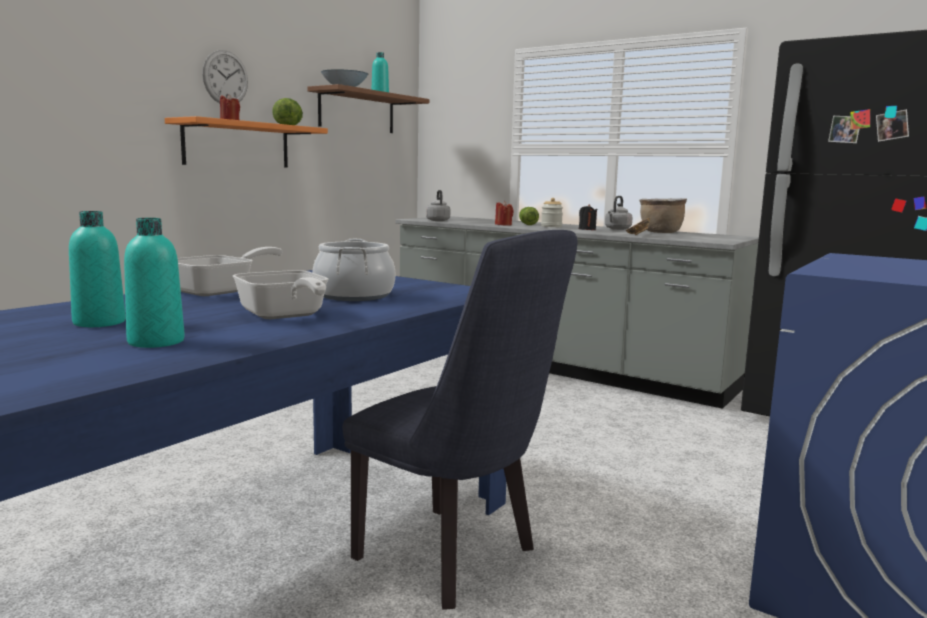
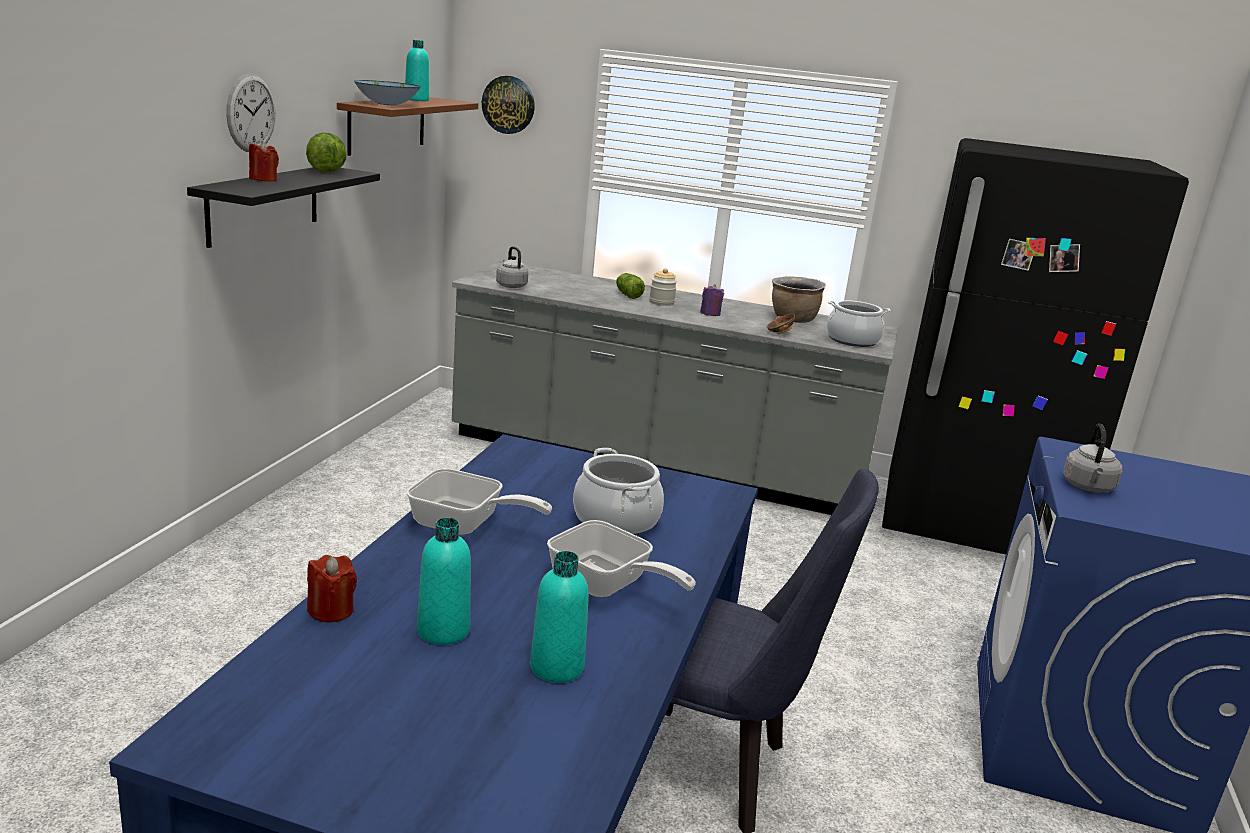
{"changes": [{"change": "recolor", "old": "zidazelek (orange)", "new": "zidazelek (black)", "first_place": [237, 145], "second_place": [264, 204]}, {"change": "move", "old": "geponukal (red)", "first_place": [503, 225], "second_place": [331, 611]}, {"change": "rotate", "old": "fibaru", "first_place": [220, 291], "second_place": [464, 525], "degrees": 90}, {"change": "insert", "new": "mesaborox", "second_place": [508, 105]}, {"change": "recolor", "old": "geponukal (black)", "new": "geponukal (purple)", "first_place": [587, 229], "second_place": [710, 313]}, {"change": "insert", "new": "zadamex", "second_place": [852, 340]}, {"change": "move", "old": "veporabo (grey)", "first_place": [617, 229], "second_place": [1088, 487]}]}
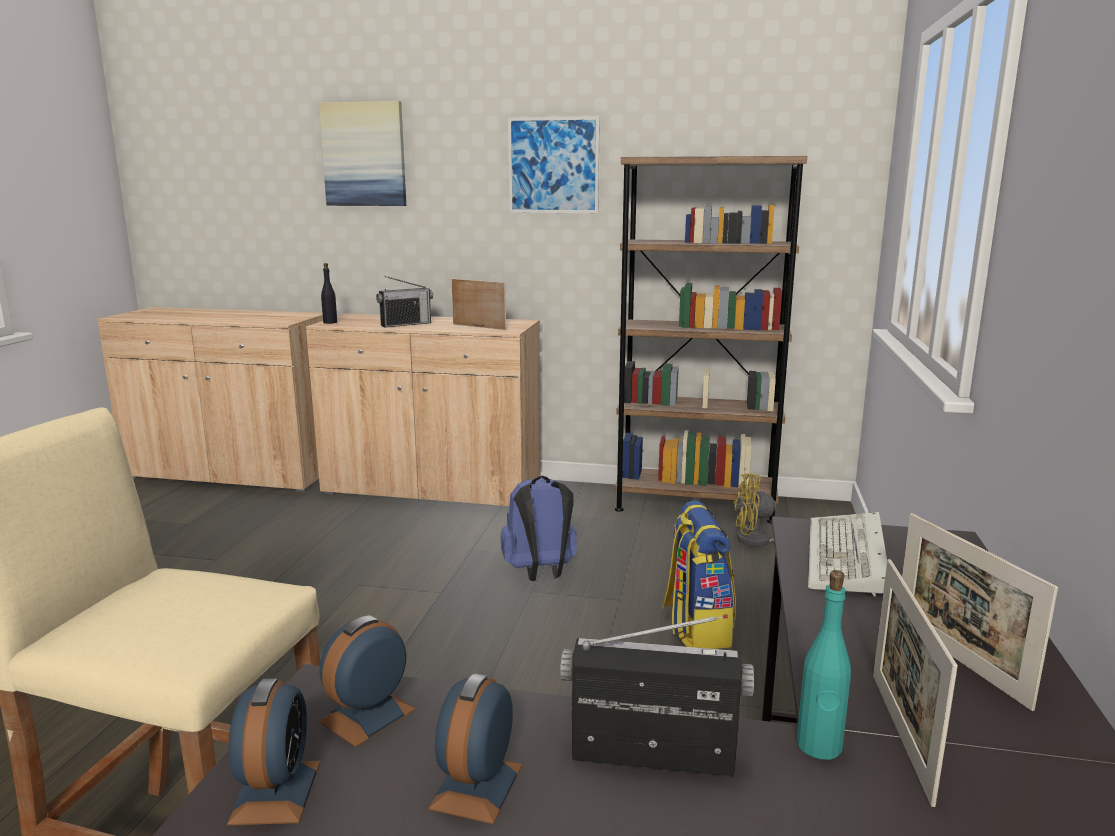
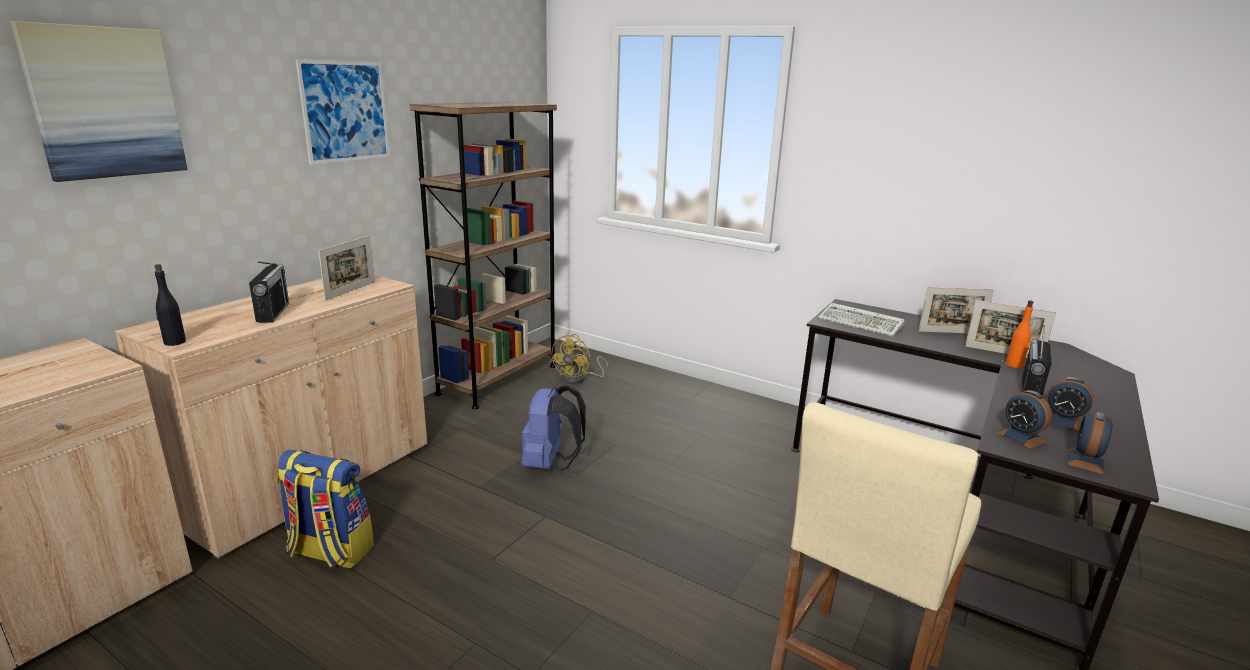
{"changes": [{"change": "move", "old": "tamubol", "first_place": [696, 627], "second_place": [329, 551]}, {"change": "rotate", "old": "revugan", "first_place": [479, 327], "second_place": [350, 291], "degrees": 150}, {"change": "recolor", "old": "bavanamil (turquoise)", "new": "bavanamil (orange)", "first_place": [819, 746], "second_place": [1014, 365]}, {"change": "rotate", "old": "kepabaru", "first_place": [276, 792], "second_place": [1085, 461], "degrees": -75}]}
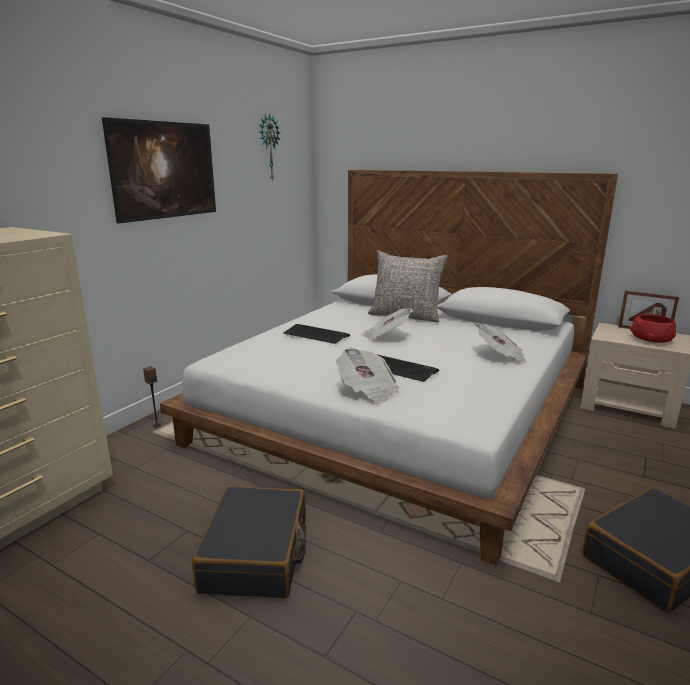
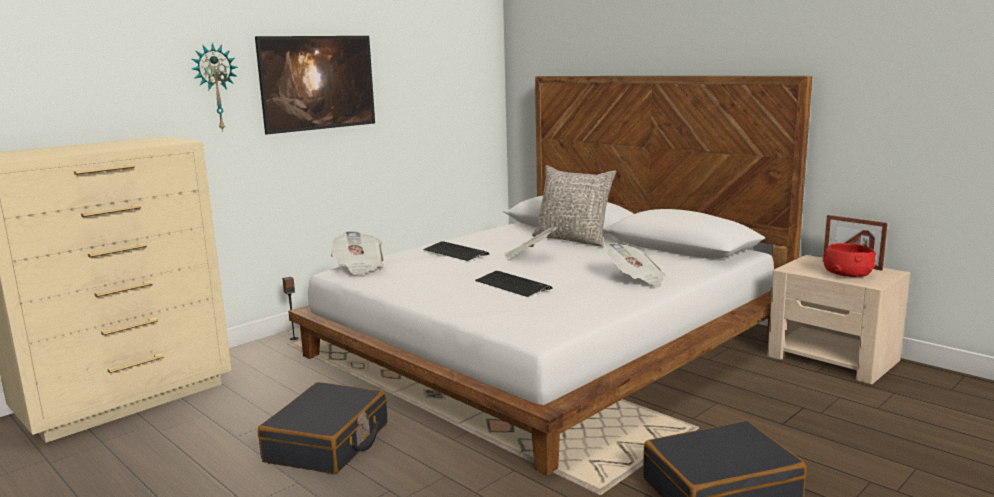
{"changes": [{"change": "move", "old": "mesaborox", "first_place": [268, 147], "second_place": [215, 87]}, {"change": "move", "old": "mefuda", "first_place": [367, 390], "second_place": [359, 267]}]}
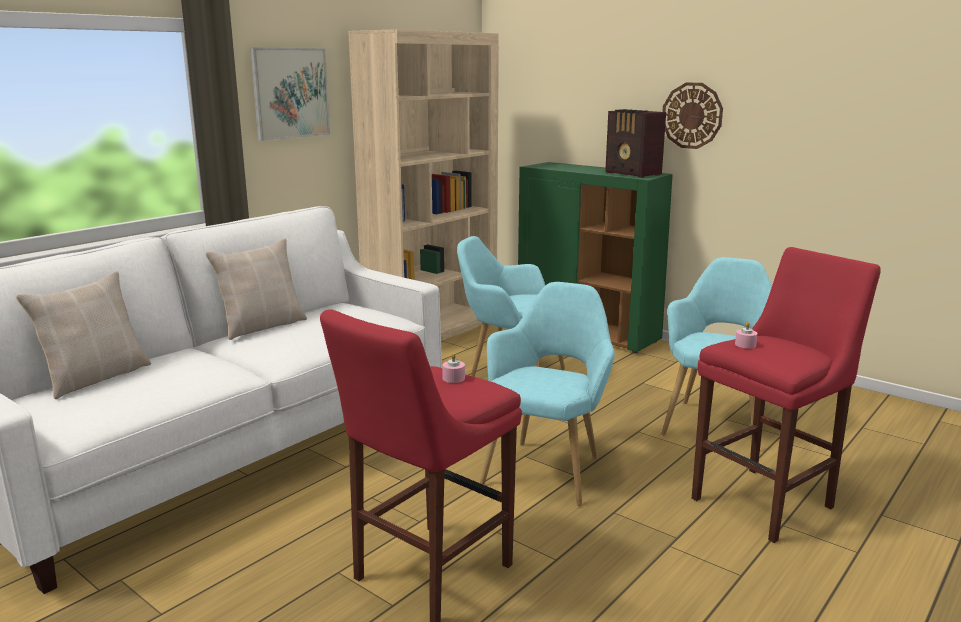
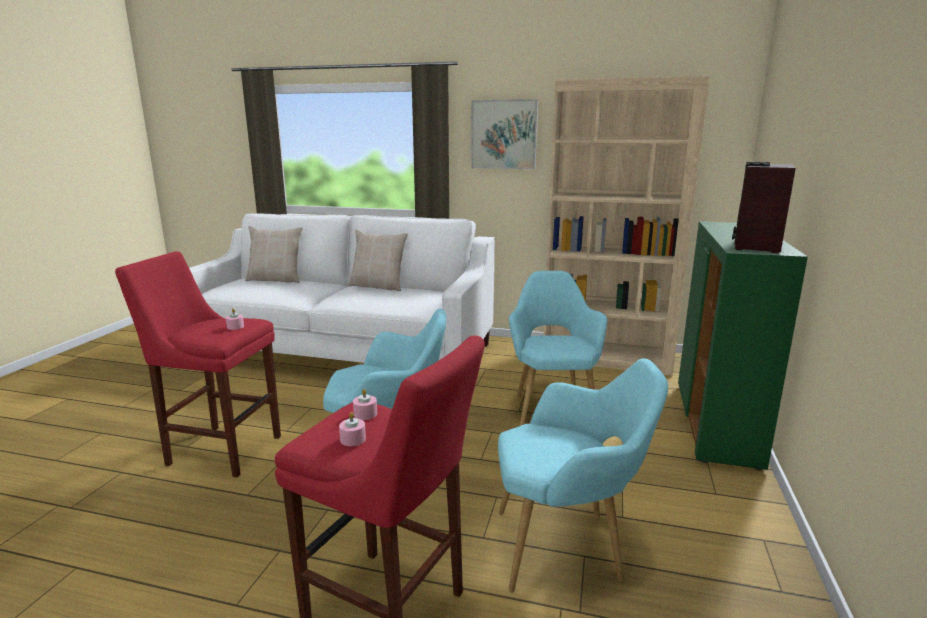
{"changes": [{"change": "insert", "new": "geponukal (pink)", "second_place": [353, 439]}, {"change": "delete", "old": "mesaborox", "first_place": [692, 115]}]}
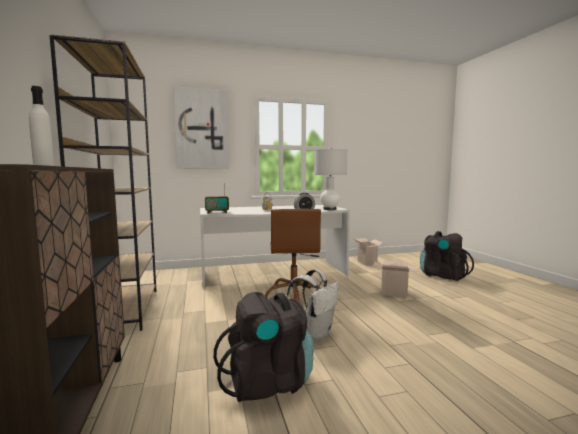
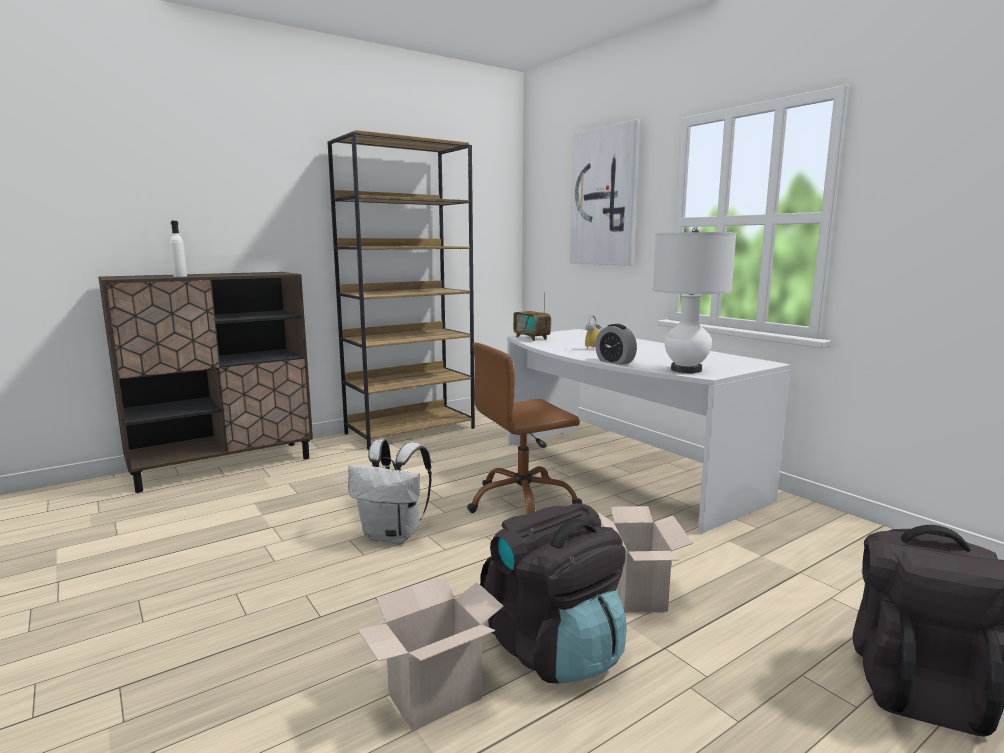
{"changes": [{"change": "move", "old": "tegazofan", "first_place": [367, 262], "second_place": [434, 699]}, {"change": "move", "old": "tamubol (black)", "first_place": [268, 382], "second_place": [554, 648]}]}
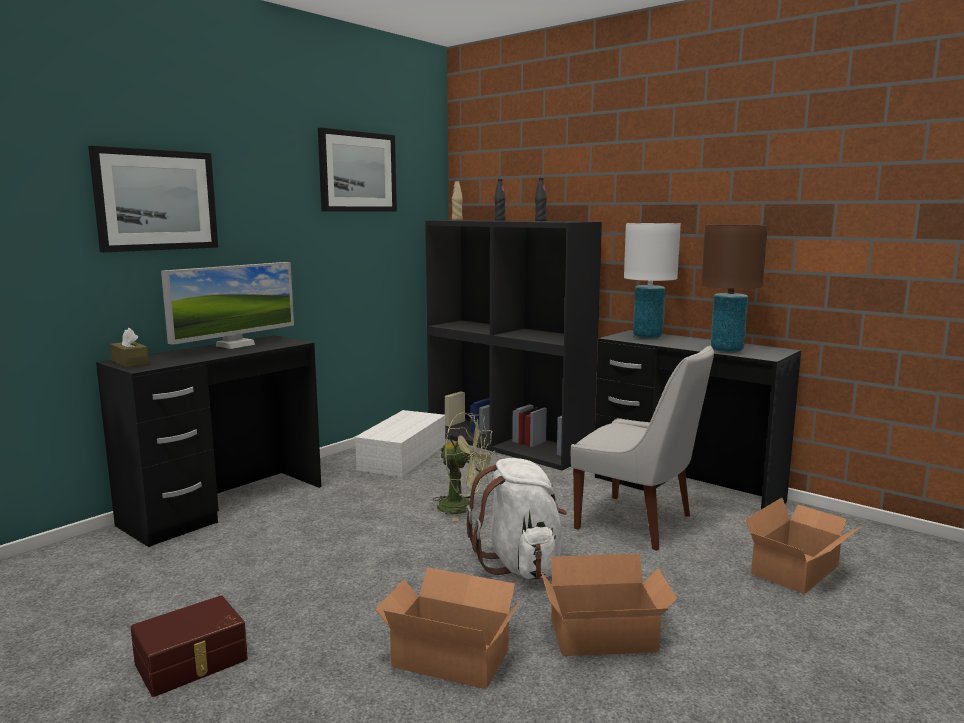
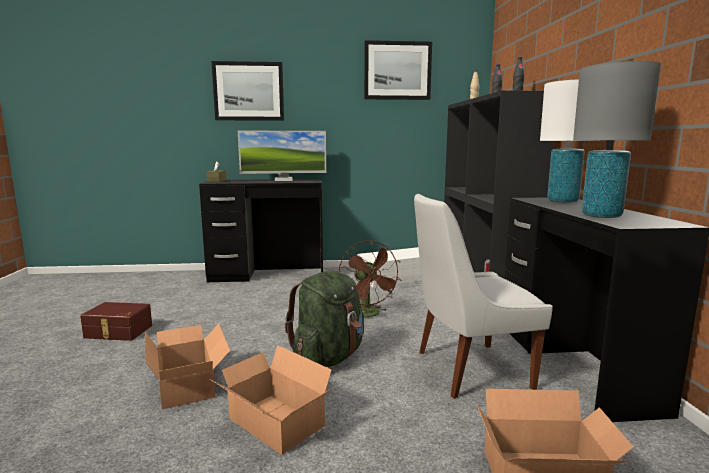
{"changes": [{"change": "recolor", "old": "tamubol (white)", "new": "tamubol (green)", "first_place": [520, 564], "second_place": [328, 357]}, {"change": "recolor", "old": "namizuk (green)", "new": "namizuk (brown)", "first_place": [464, 508], "second_place": [369, 314]}, {"change": "rotate", "old": "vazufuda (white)", "first_place": [638, 523], "second_place": [467, 370], "degrees": 90}, {"change": "recolor", "old": "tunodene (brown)", "new": "tunodene (grey)", "first_place": [727, 350], "second_place": [601, 215]}]}
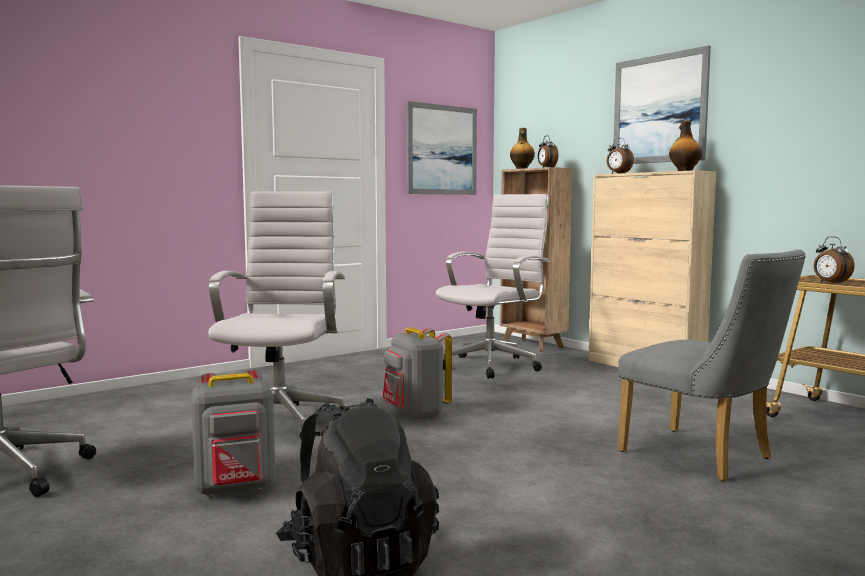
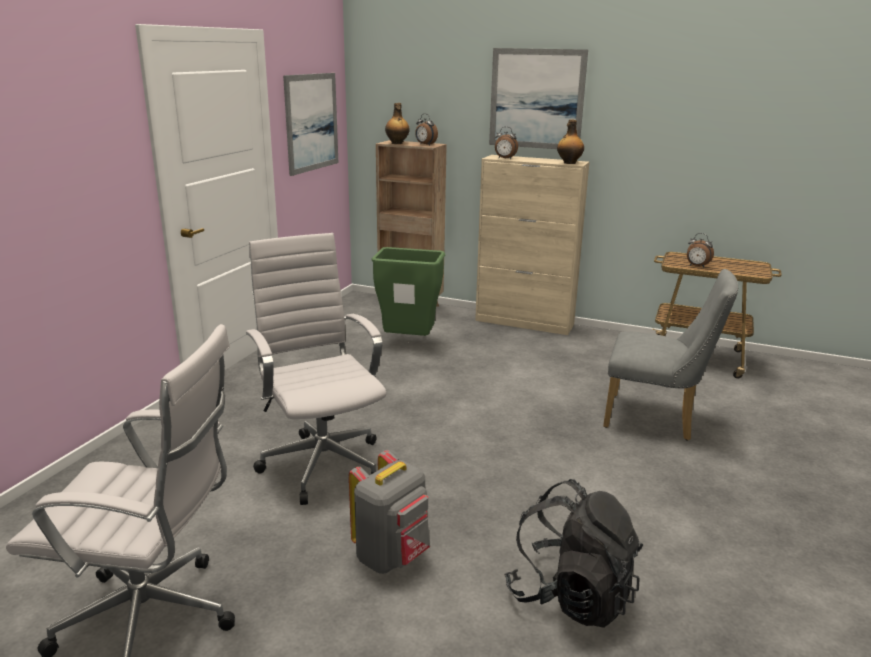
{"changes": [{"change": "replace", "old": "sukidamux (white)", "new": "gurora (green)", "first_place": [493, 365], "second_place": [409, 342]}, {"change": "delete", "old": "tamubol (grey)", "first_place": [416, 414]}]}
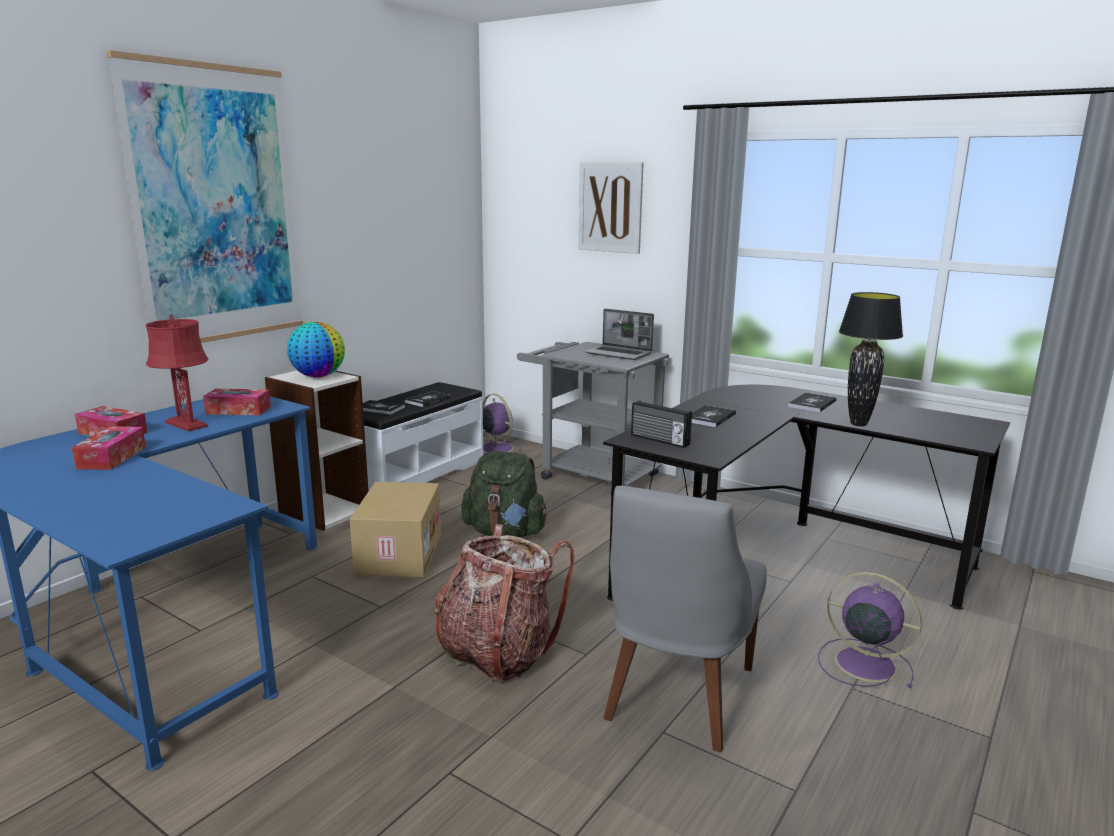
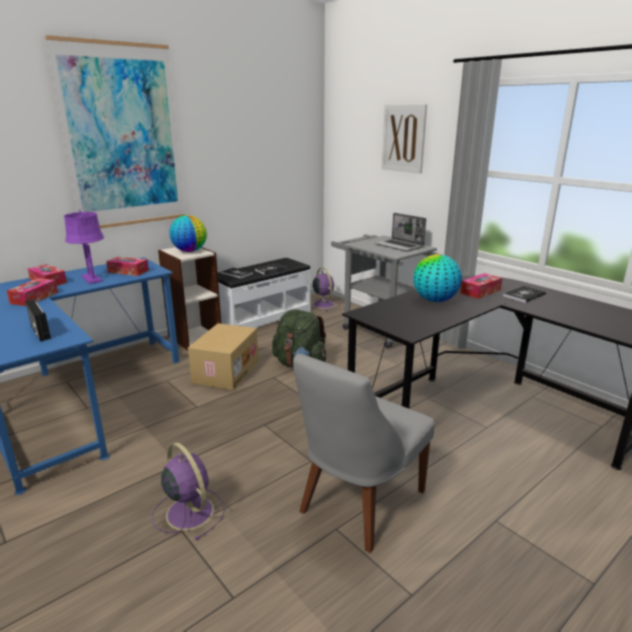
{"changes": [{"change": "move", "old": "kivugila", "first_place": [659, 440], "second_place": [39, 332]}, {"change": "recolor", "old": "tunodene (red)", "new": "tunodene (purple)", "first_place": [185, 424], "second_place": [91, 279]}, {"change": "move", "old": "namizuk (purple)", "first_place": [862, 663], "second_place": [189, 511]}, {"change": "replace", "old": "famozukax", "new": "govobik", "first_place": [710, 417], "second_place": [434, 300]}, {"change": "insert", "new": "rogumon", "second_place": [480, 291]}, {"change": "delete", "old": "tamubol", "first_place": [498, 652]}, {"change": "delete", "old": "tunodene (black)", "first_place": [858, 424]}]}
